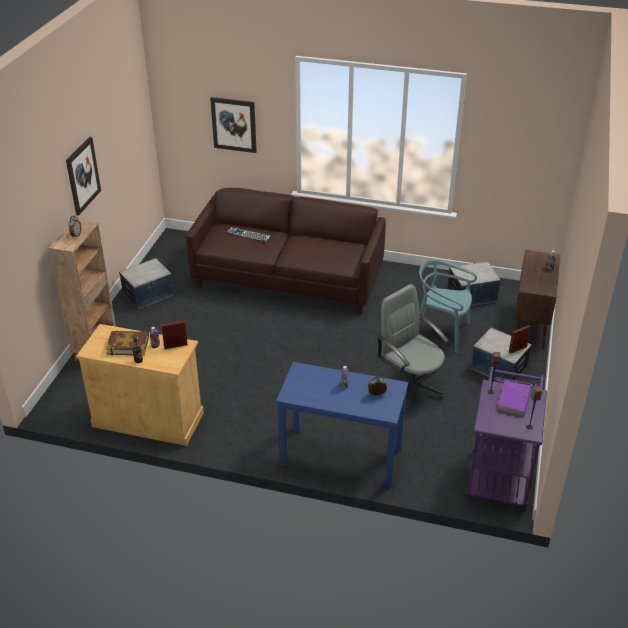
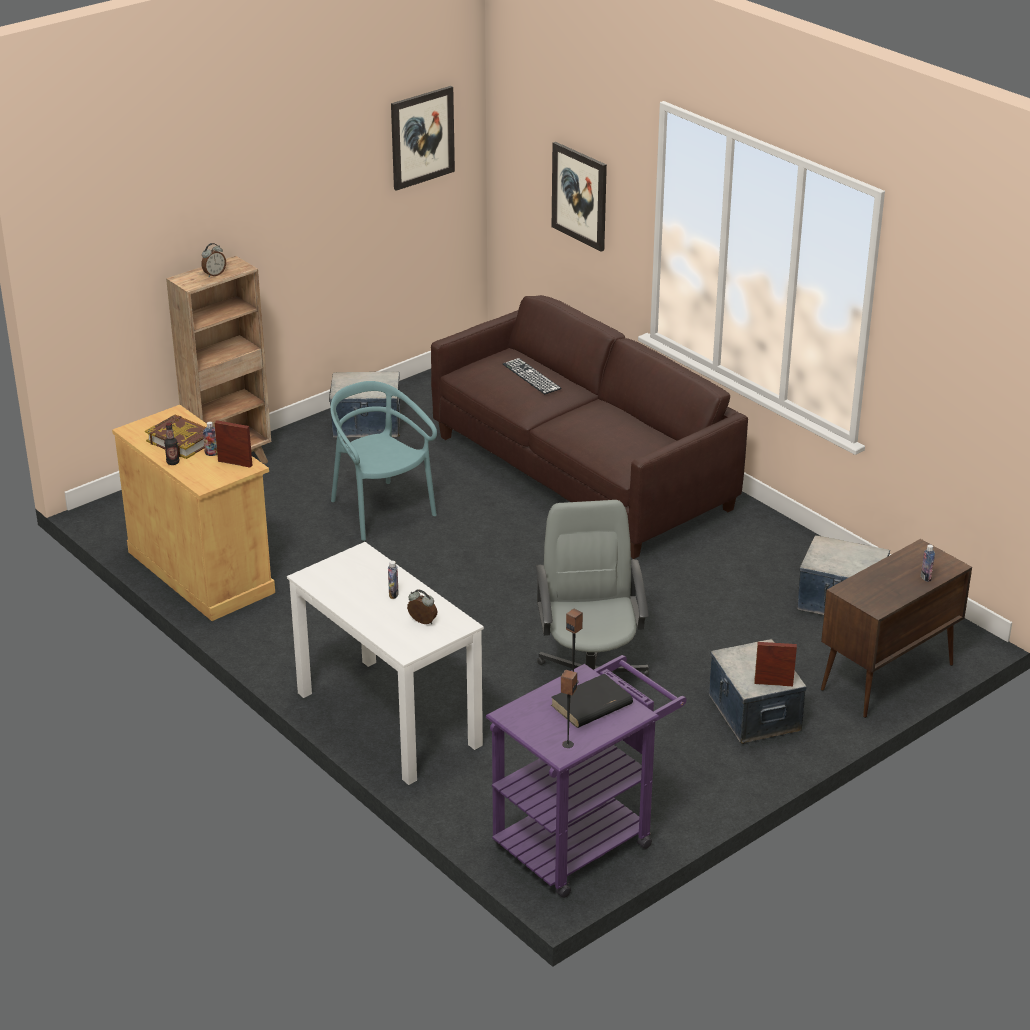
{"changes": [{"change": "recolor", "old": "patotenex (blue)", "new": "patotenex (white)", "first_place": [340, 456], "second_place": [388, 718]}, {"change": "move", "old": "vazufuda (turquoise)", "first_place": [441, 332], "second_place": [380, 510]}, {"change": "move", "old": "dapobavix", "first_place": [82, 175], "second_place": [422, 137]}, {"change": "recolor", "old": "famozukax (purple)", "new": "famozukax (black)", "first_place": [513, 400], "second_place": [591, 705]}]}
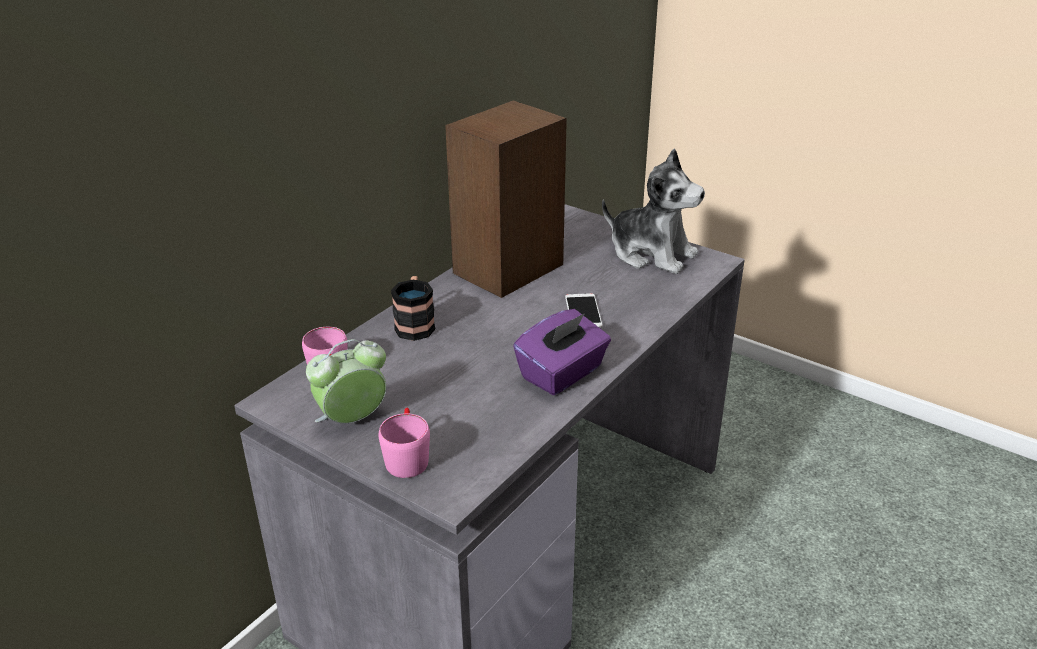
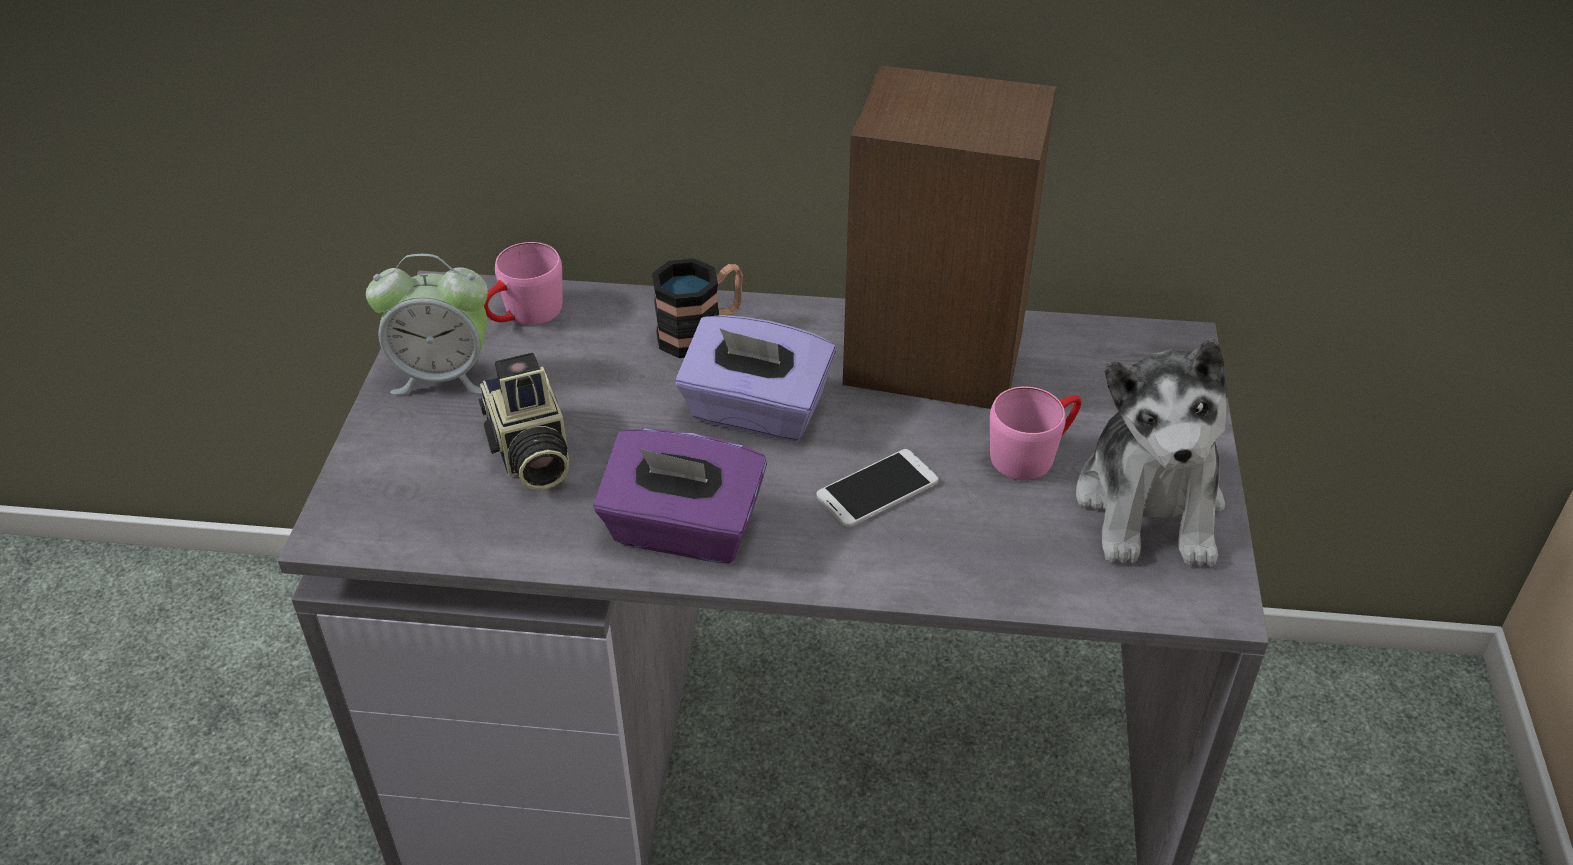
{"changes": [{"change": "rotate", "old": "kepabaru", "first_place": [352, 419], "second_place": [443, 375], "degrees": 150}, {"change": "insert", "new": "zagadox", "second_place": [529, 454]}, {"change": "insert", "new": "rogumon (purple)", "second_place": [755, 412]}, {"change": "move", "old": "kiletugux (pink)", "first_place": [406, 456], "second_place": [1033, 452]}]}
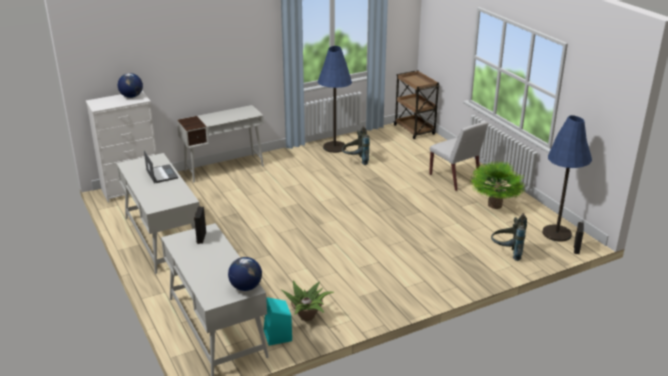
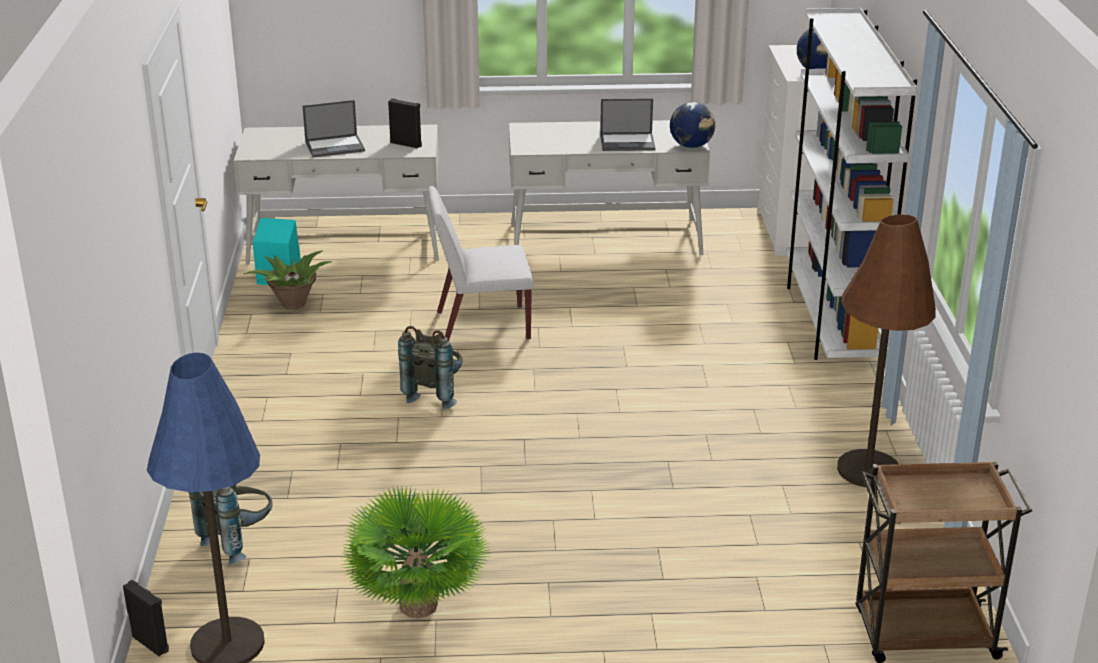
{"changes": [{"change": "insert", "new": "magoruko", "second_place": [335, 146]}, {"change": "move", "old": "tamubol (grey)", "first_place": [355, 161], "second_place": [435, 394]}, {"change": "move", "old": "vazufuda (white)", "first_place": [455, 178], "second_place": [481, 326]}, {"change": "move", "old": "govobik", "first_place": [245, 287], "second_place": [691, 146]}, {"change": "replace", "old": "patotenex (white)", "new": "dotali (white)", "first_place": [224, 168], "second_place": [830, 322]}, {"change": "recolor", "old": "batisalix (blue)", "new": "batisalix (brown)", "first_place": [334, 147], "second_place": [868, 470]}]}
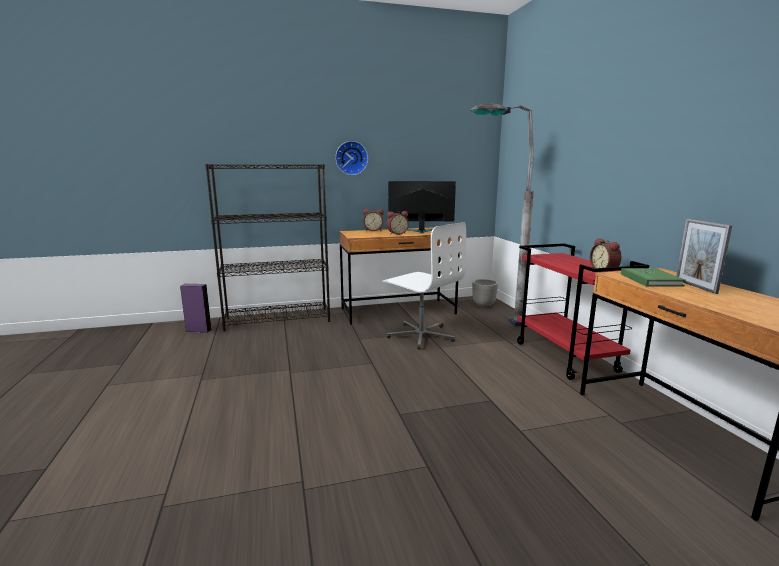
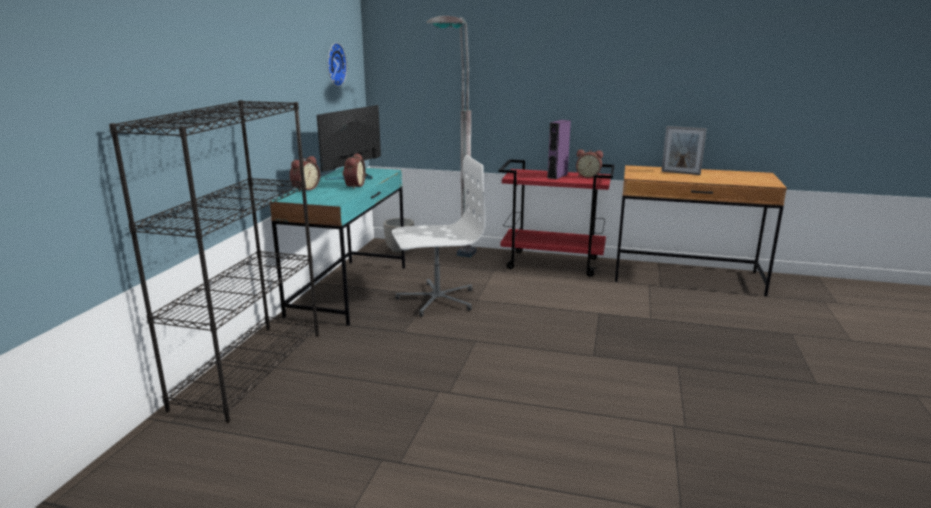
{"changes": [{"change": "recolor", "old": "patotenex (brown)", "new": "patotenex (turquoise)", "first_place": [398, 311], "second_place": [349, 290]}, {"change": "move", "old": "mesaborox", "first_place": [351, 158], "second_place": [334, 64]}, {"change": "move", "old": "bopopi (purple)", "first_place": [198, 330], "second_place": [557, 176]}, {"change": "delete", "old": "famozukax (green)", "first_place": [650, 280]}]}
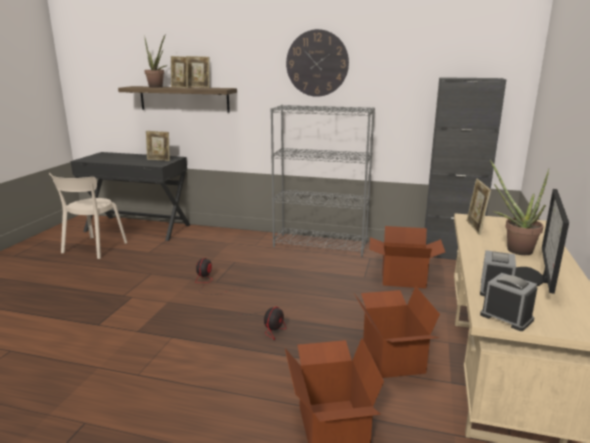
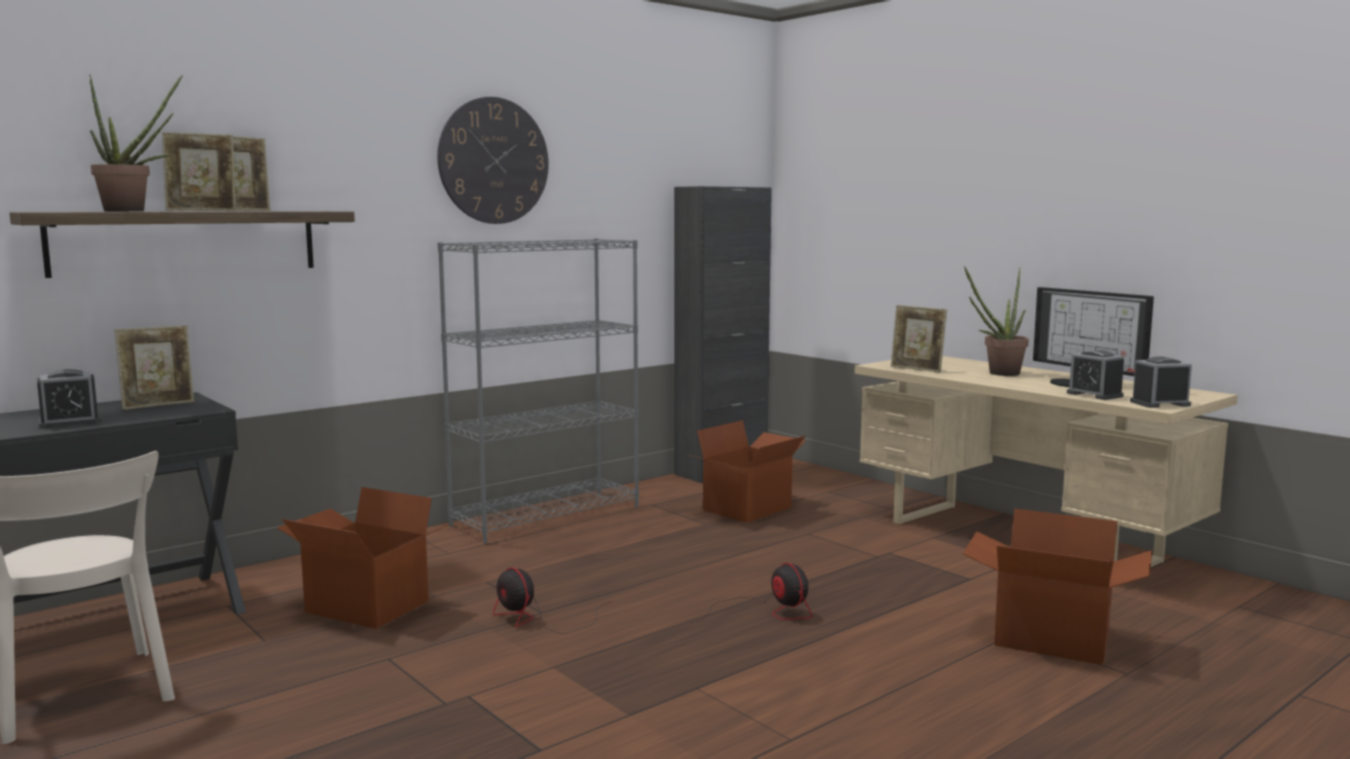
{"changes": [{"change": "insert", "new": "kepabaru", "second_place": [70, 422]}, {"change": "move", "old": "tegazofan", "first_place": [391, 358], "second_place": [365, 607]}]}
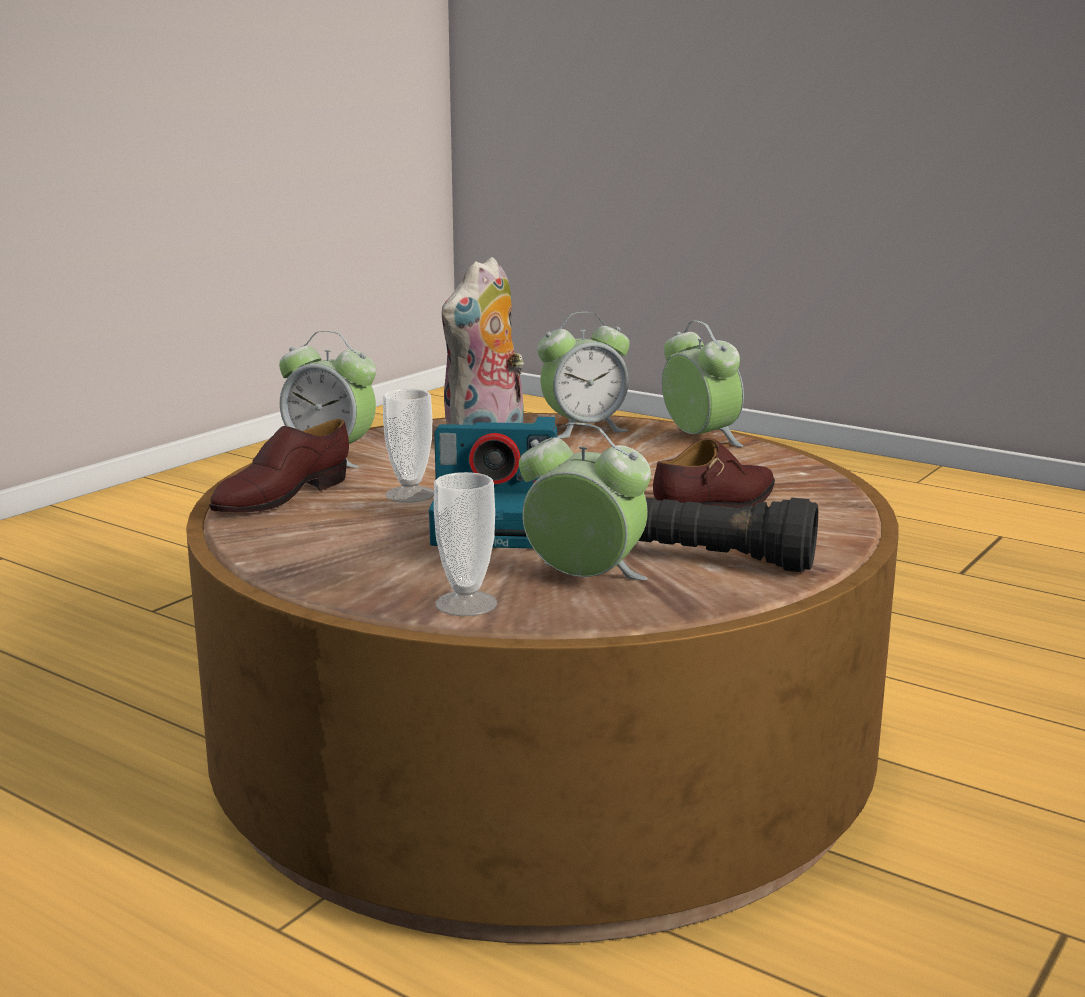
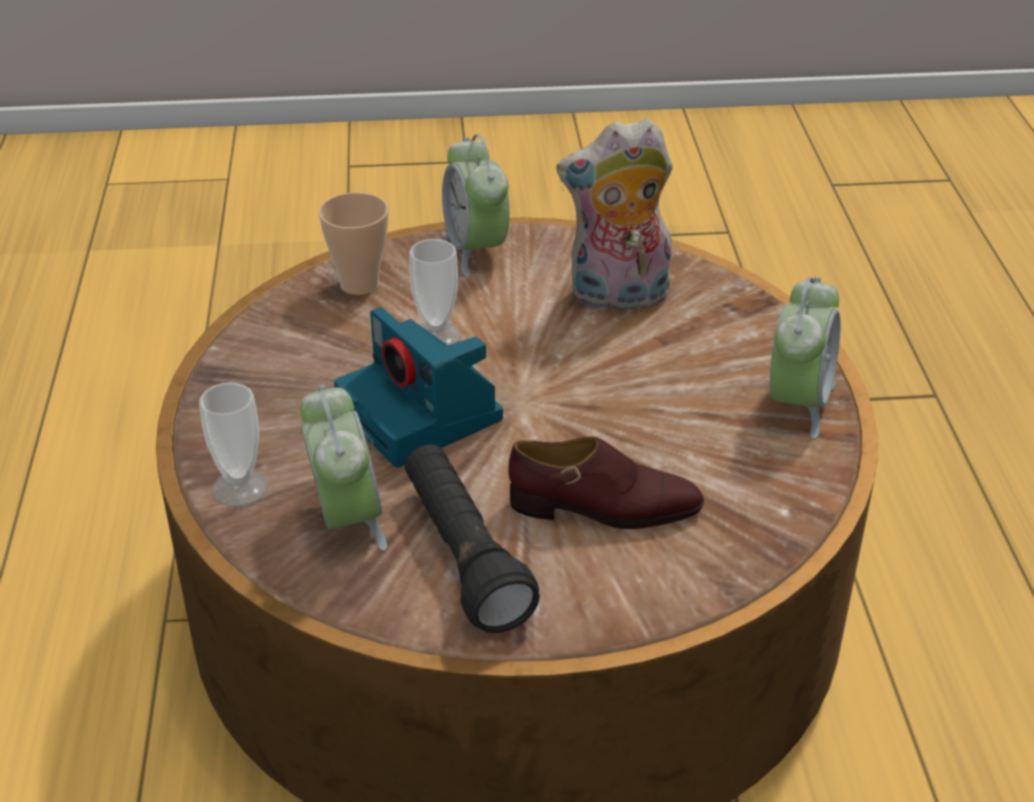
{"changes": [{"change": "replace", "old": "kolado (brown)", "new": "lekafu", "first_place": [281, 496], "second_place": [359, 284]}, {"change": "delete", "old": "kepabaru", "first_place": [583, 429]}]}
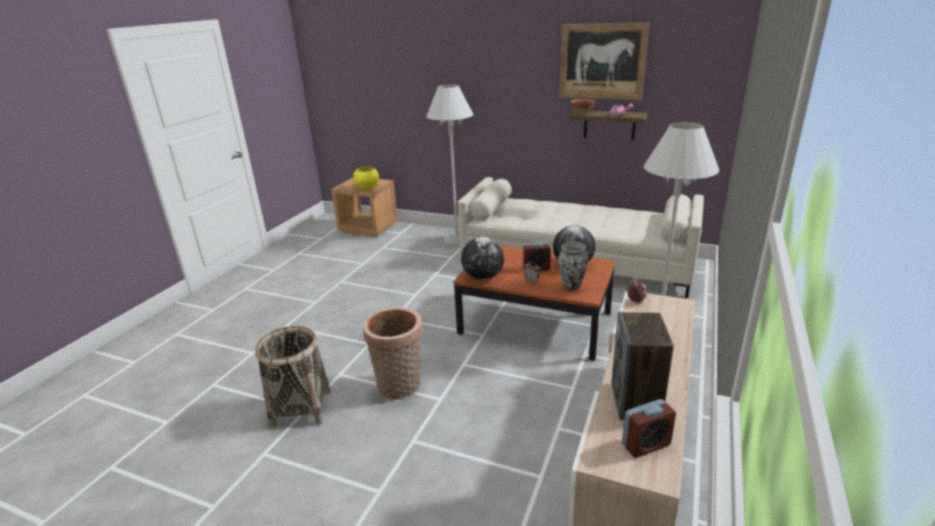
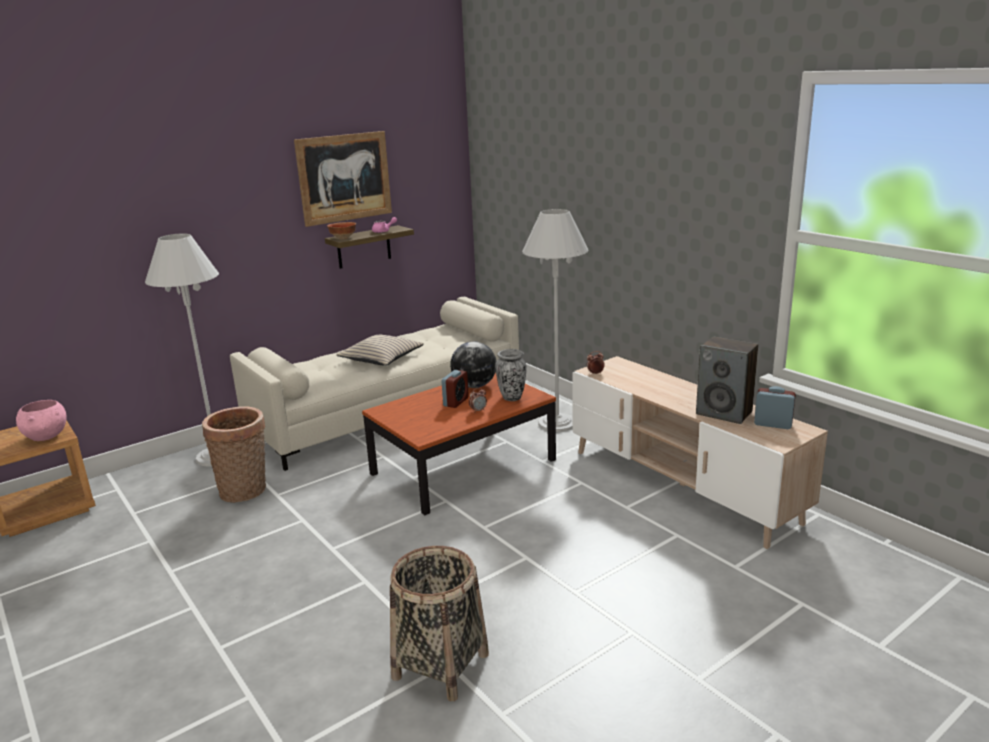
{"changes": [{"change": "recolor", "old": "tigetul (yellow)", "new": "tigetul (pink)", "first_place": [367, 187], "second_place": [47, 436]}, {"change": "move", "old": "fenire", "first_place": [400, 387], "second_place": [246, 491]}, {"change": "insert", "new": "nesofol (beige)", "second_place": [381, 358]}, {"change": "rotate", "old": "kepabaru", "first_place": [646, 445], "second_place": [773, 424], "degrees": -75}, {"change": "delete", "old": "govobik", "first_place": [483, 277]}]}
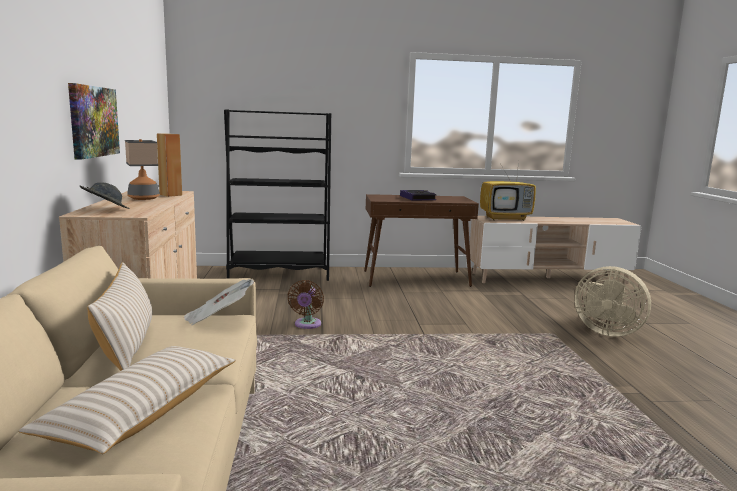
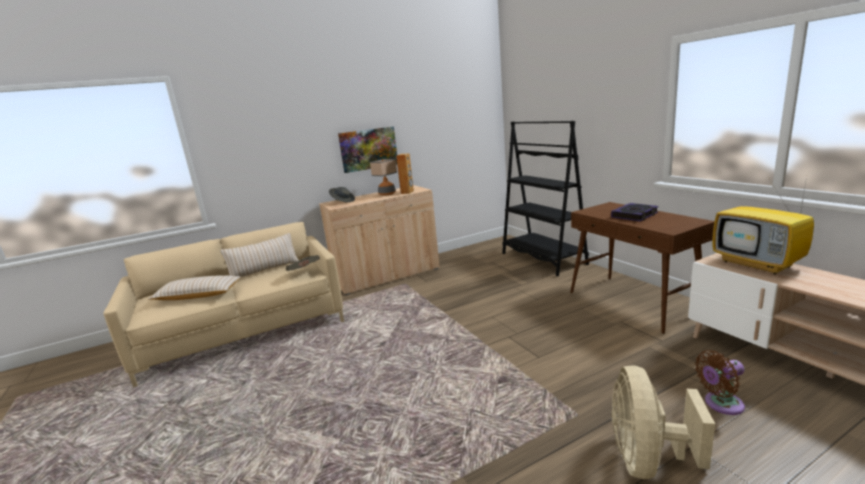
{"changes": [{"change": "move", "old": "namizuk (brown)", "first_place": [307, 325], "second_place": [720, 404]}]}
